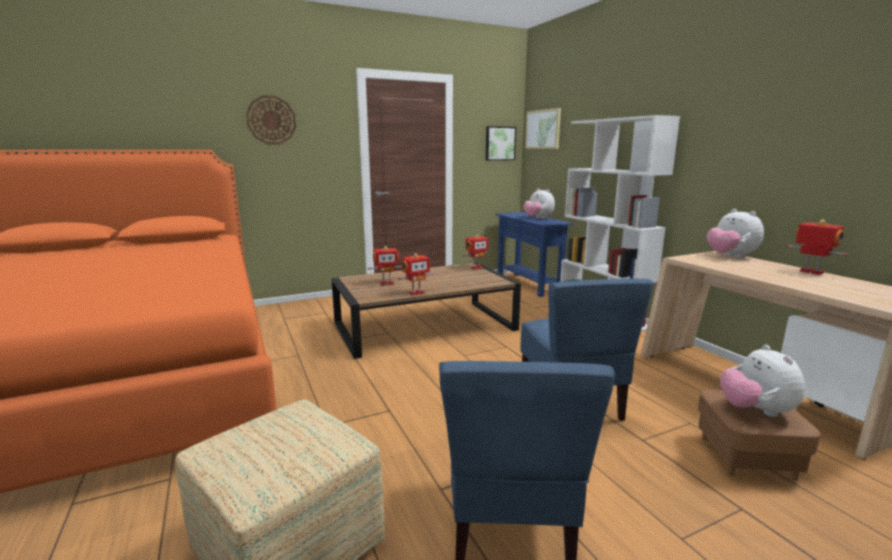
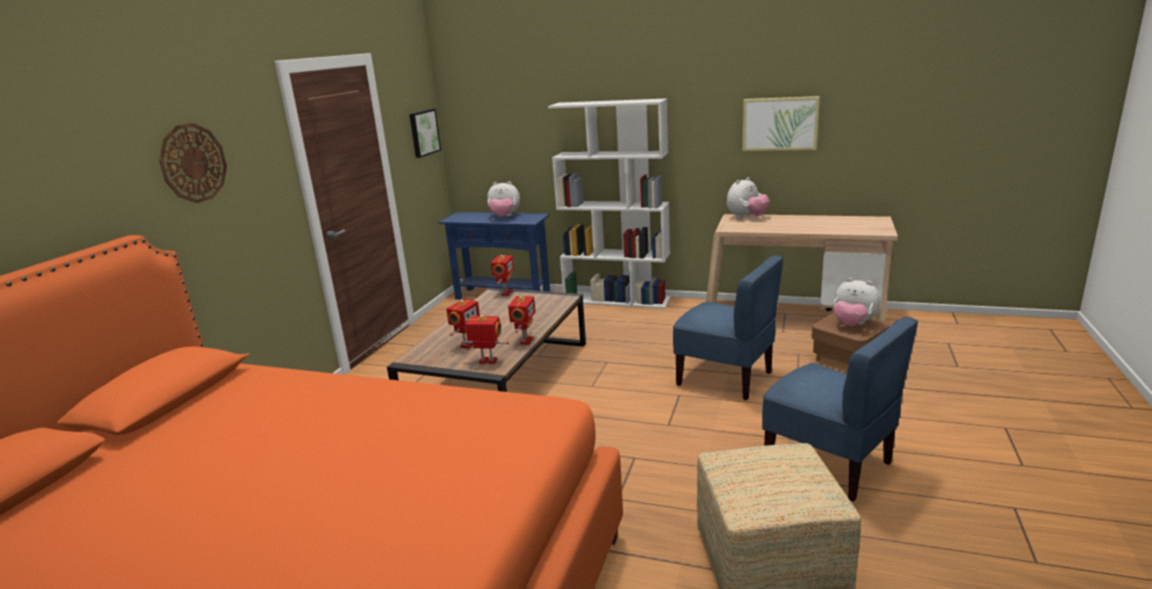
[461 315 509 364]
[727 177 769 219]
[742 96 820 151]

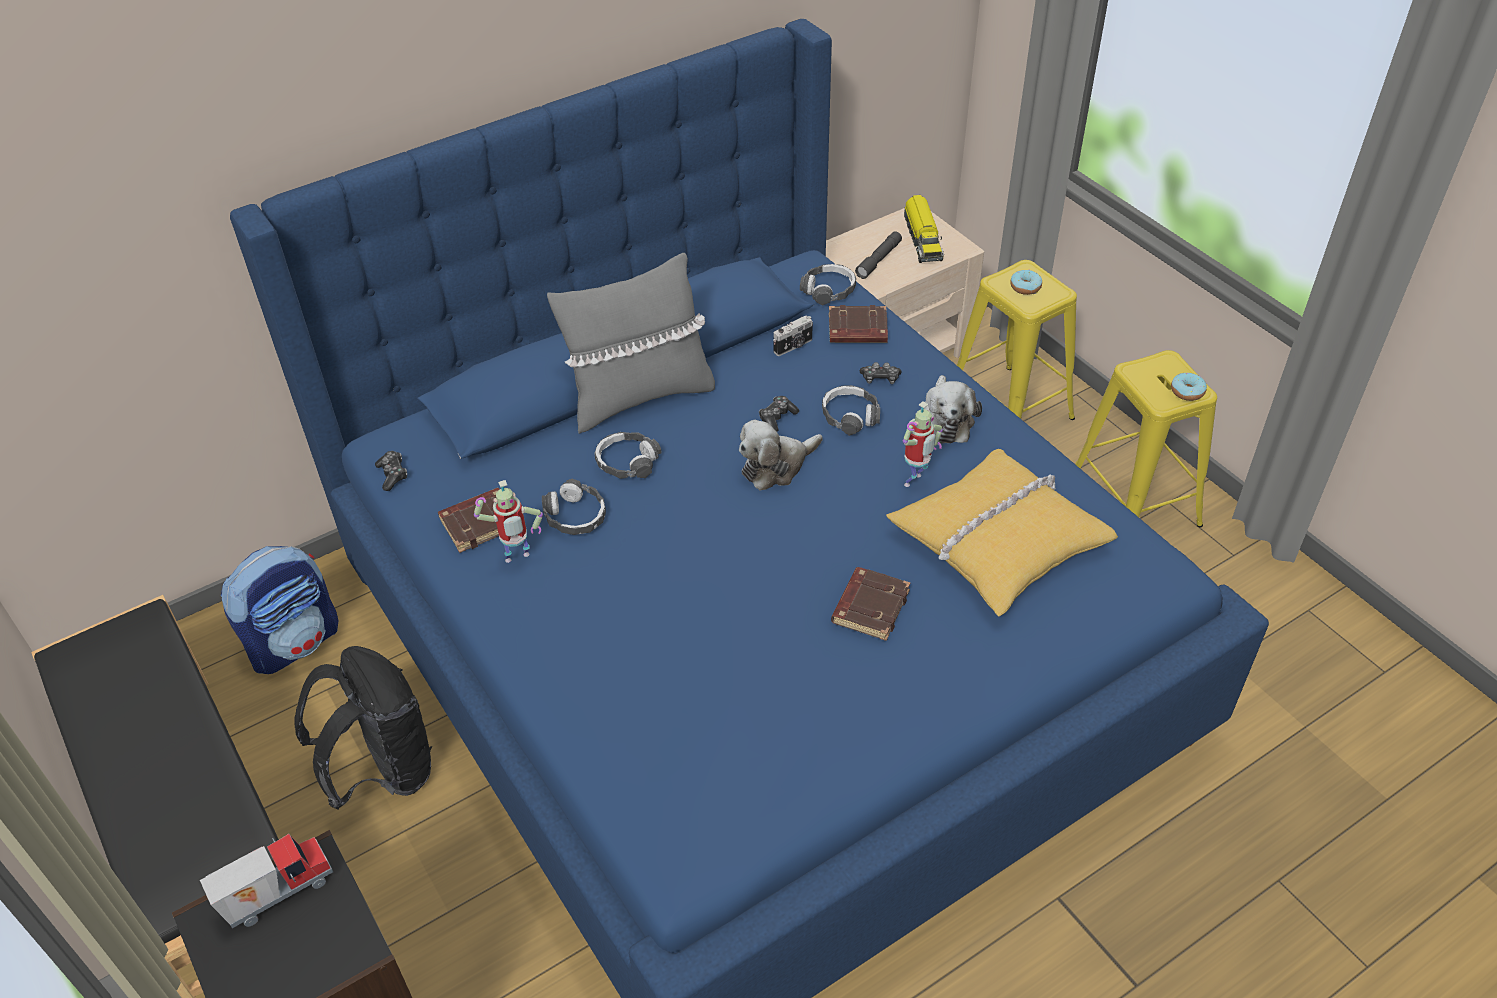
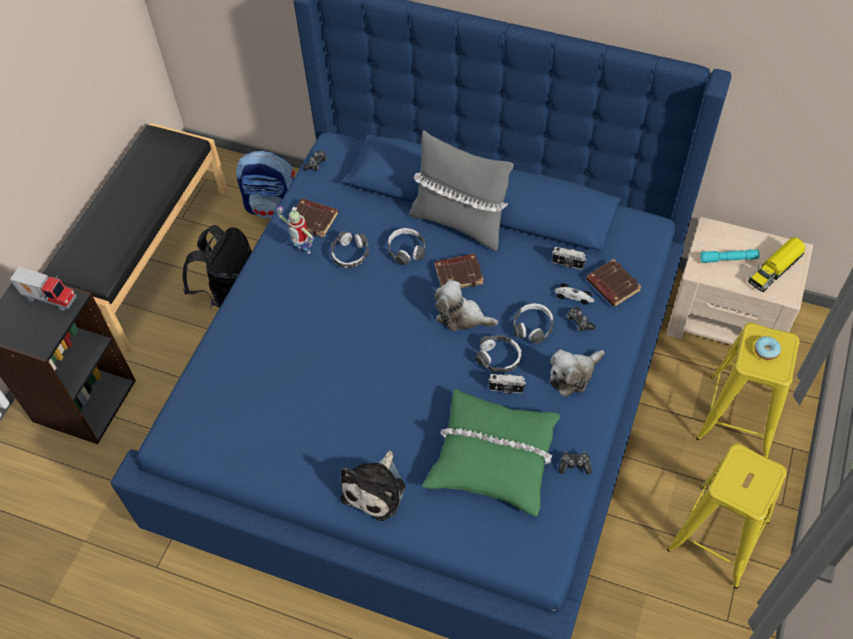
[340 451 405 521]
[422 389 560 517]
[435 254 484 288]
[475 335 522 373]
[488 374 526 394]
[555 283 595 305]
[558 452 592 474]
[700 249 760 263]
[1171 373 1207 401] (first image)

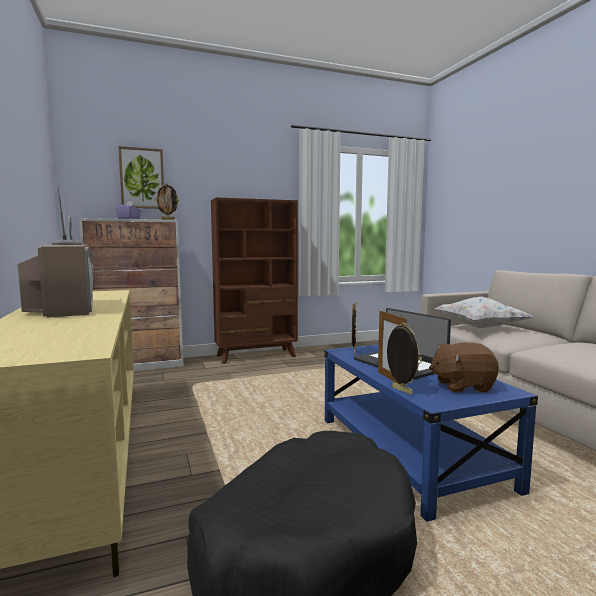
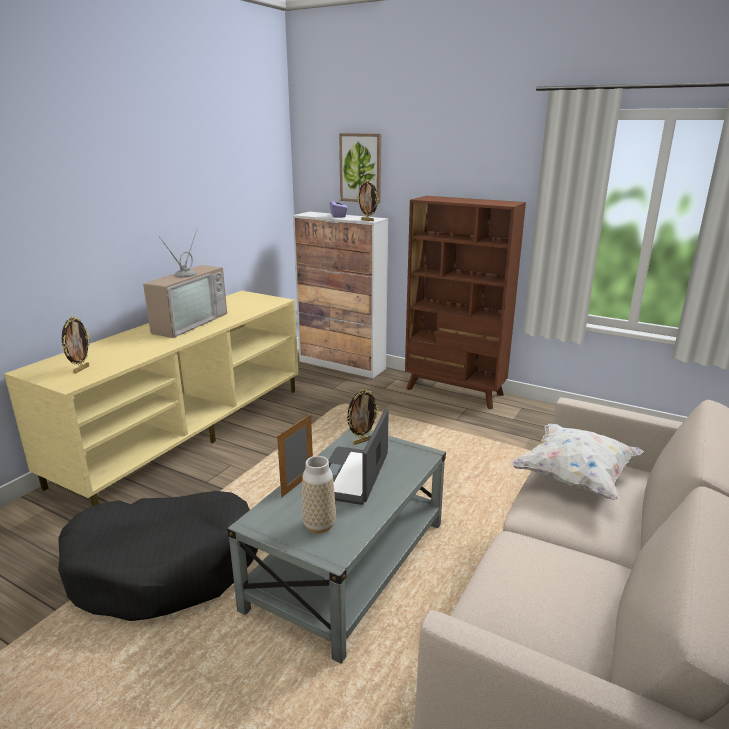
[62 316 90 374]
[227 429 446 664]
[302 456 336 533]

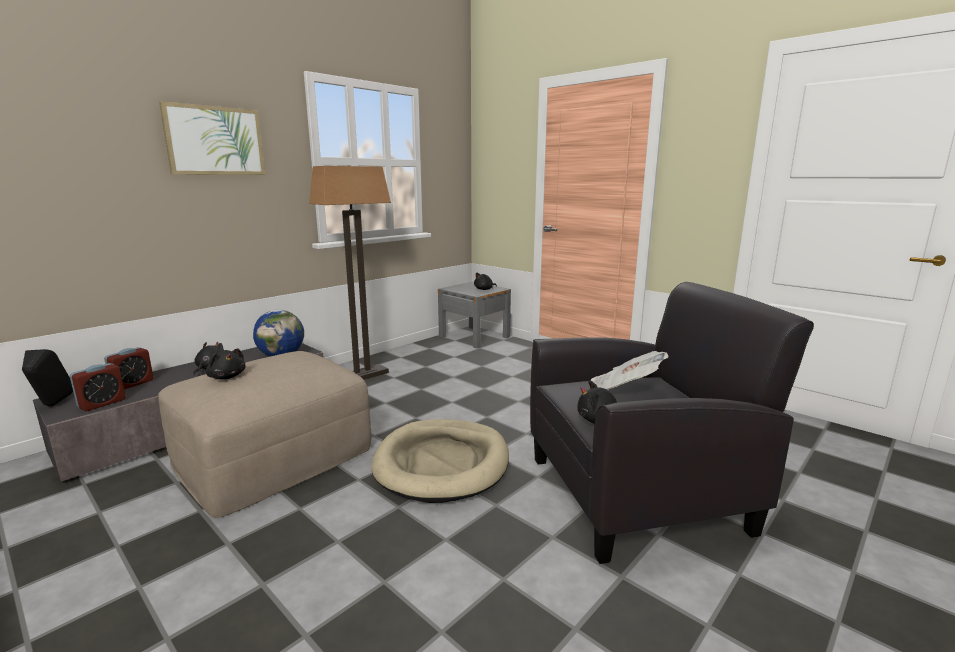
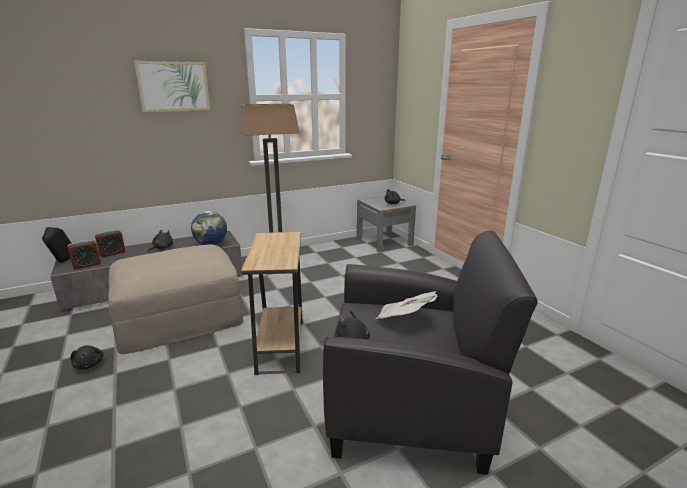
[70 345 103 370]
[241 232 303 375]

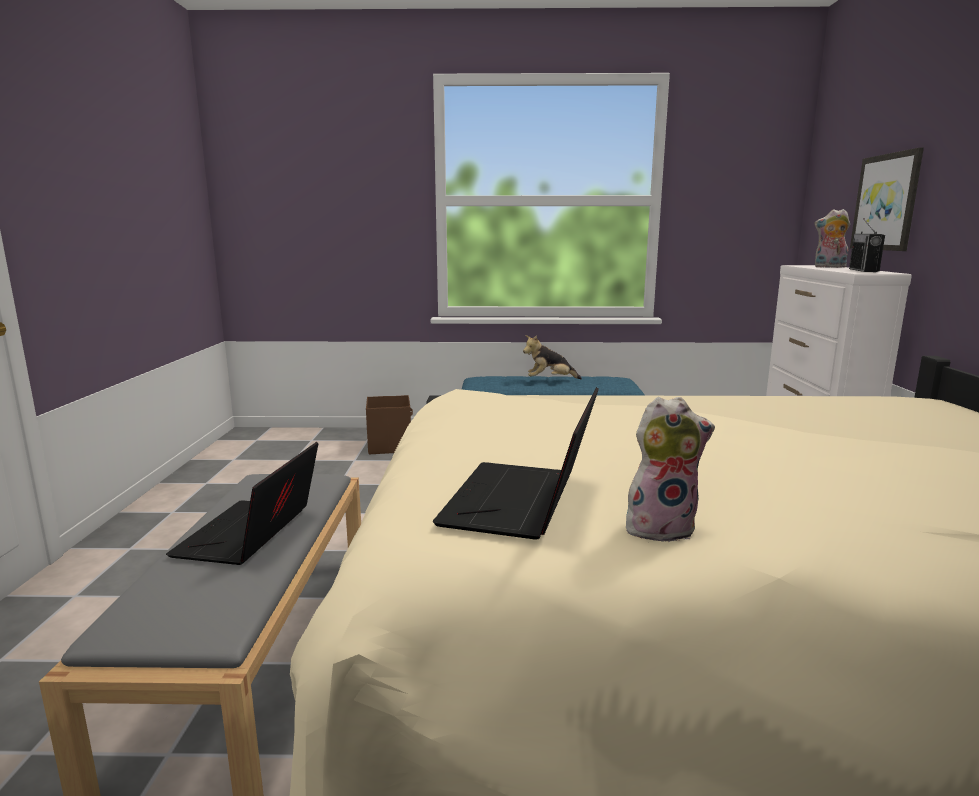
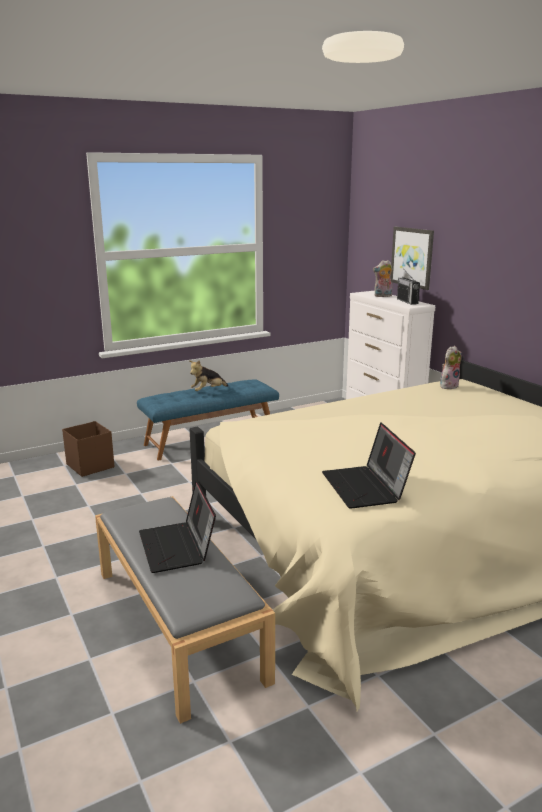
[440 346 462 389]

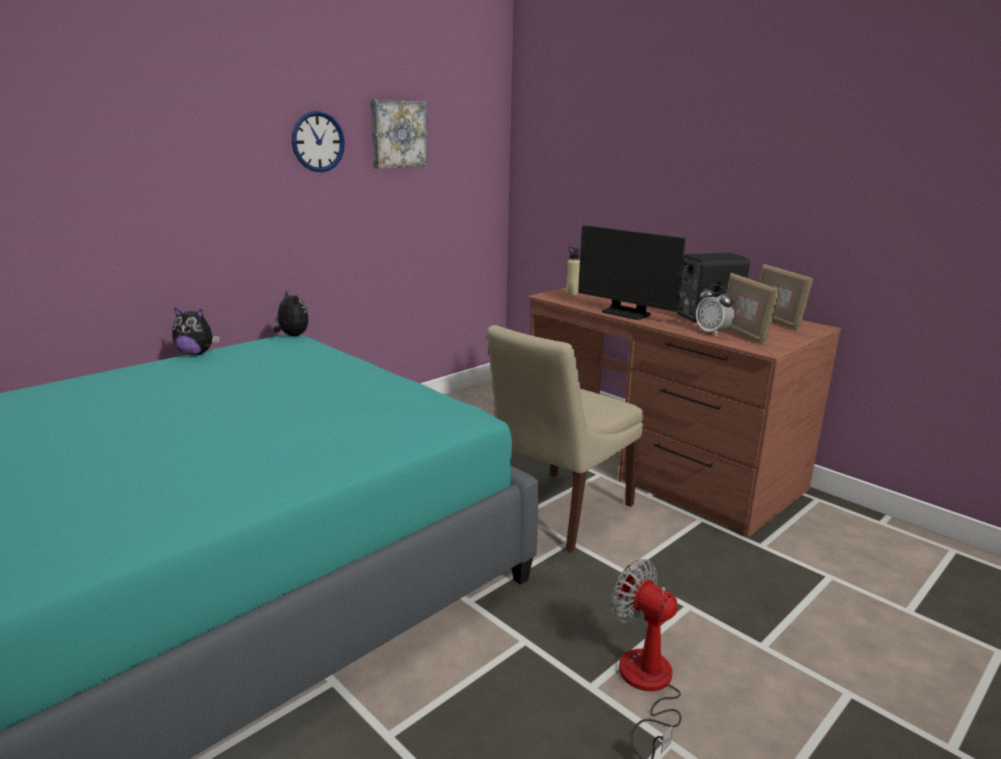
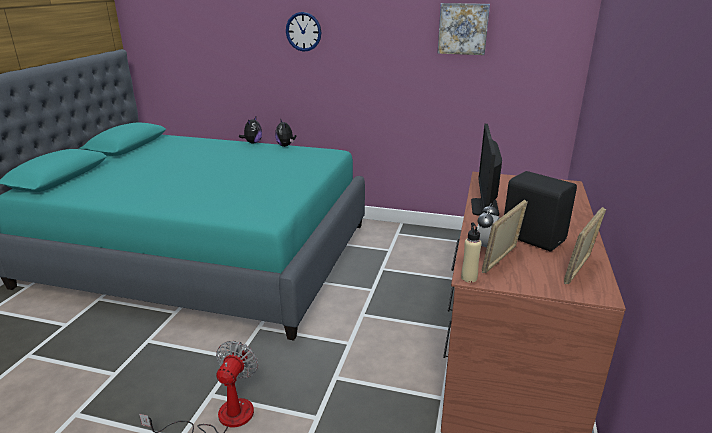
[239 117 262 144]
[286 12 321 52]
[461 222 482 283]
[487 325 643 552] (first image)

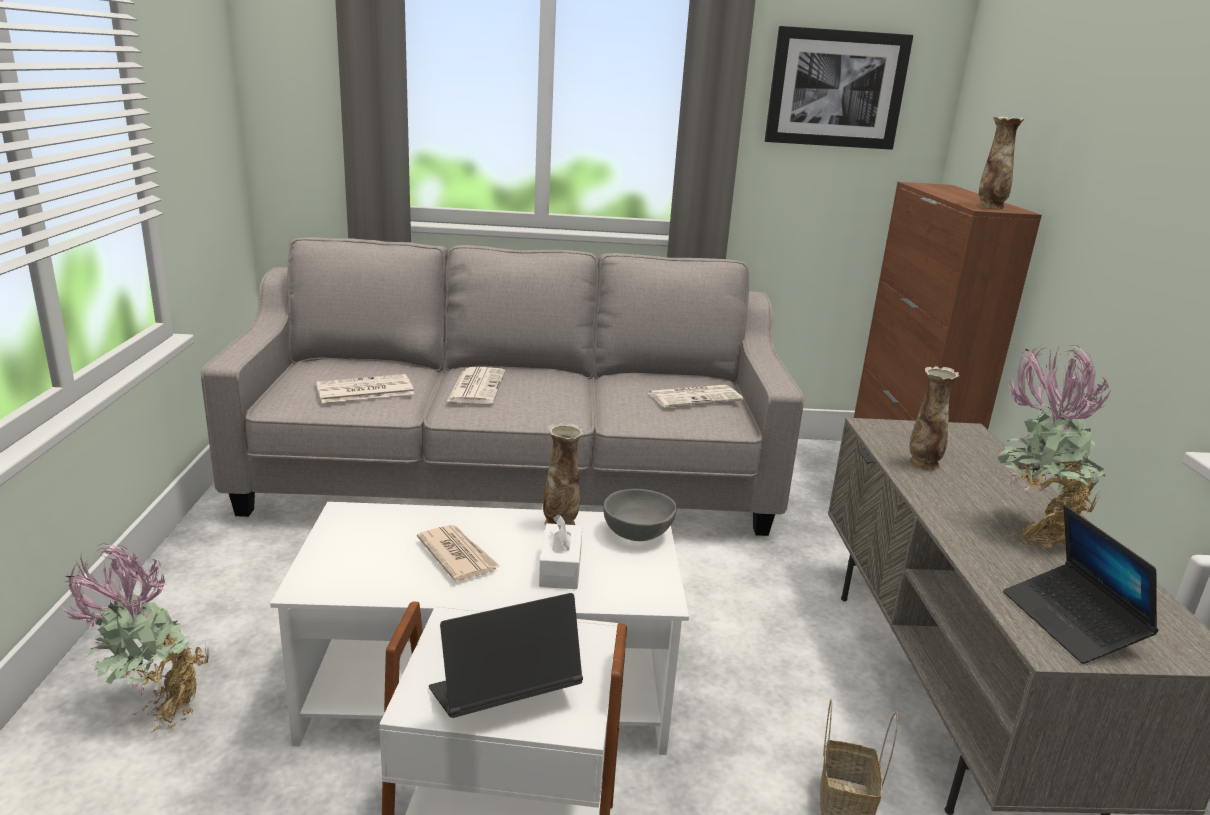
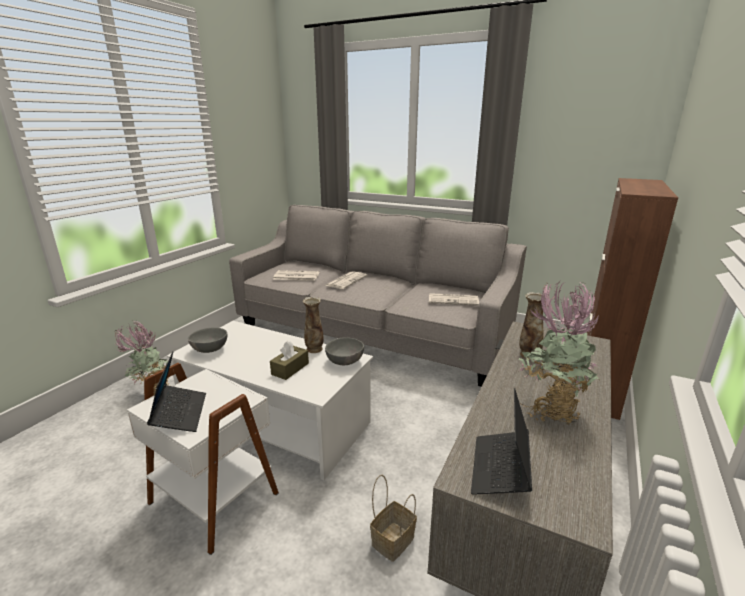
[147 351 206 432]
[188 328 227 353]
[270 341 309 380]
[417 525 501 581] (first image)
[765 26 913 150] (first image)
[978 117 1024 209] (first image)

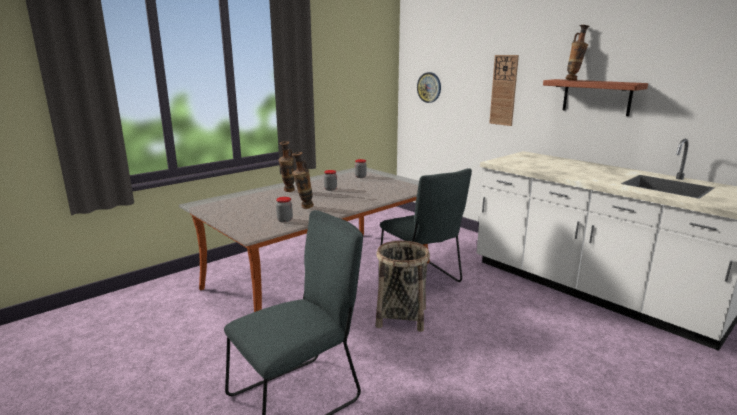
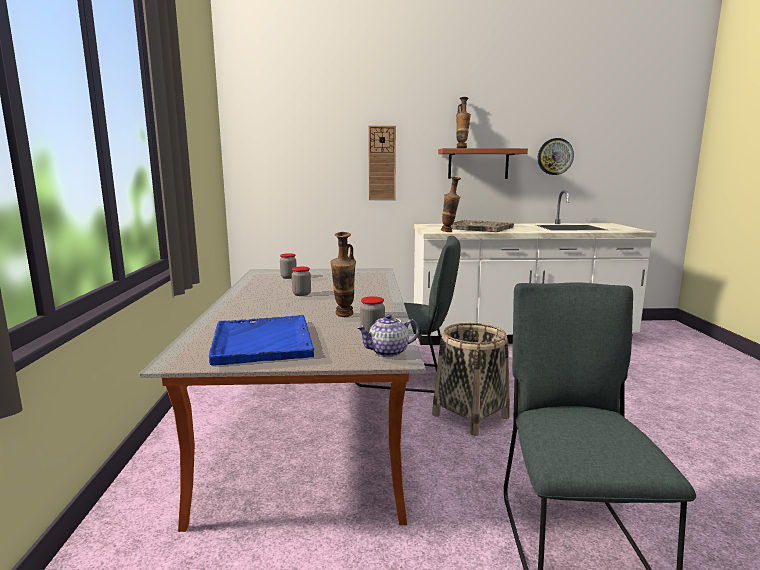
[209 315 314 366]
[356 314 419 357]
[441 177 461 232]
[443 220 514 232]
[538 138 574 175]

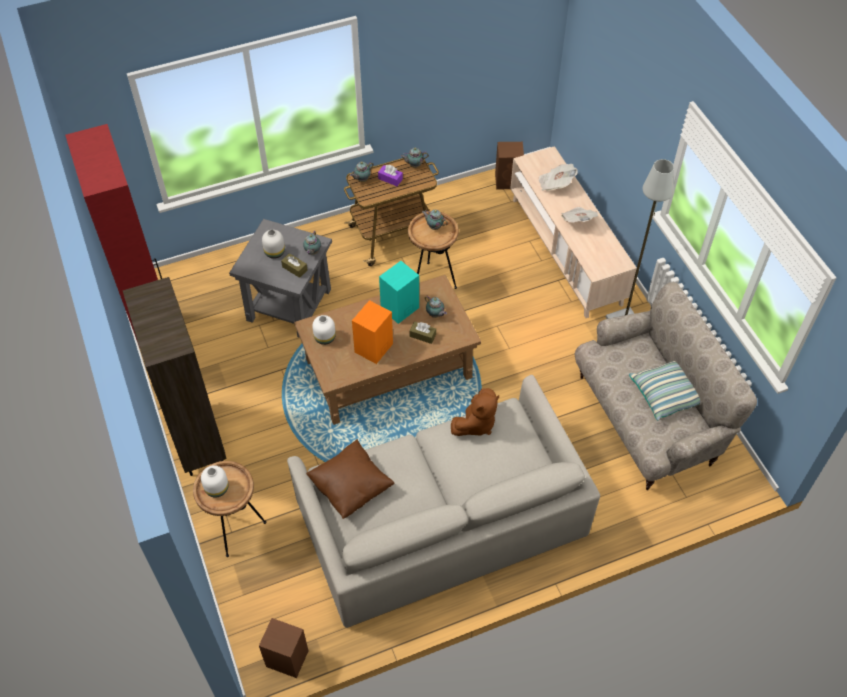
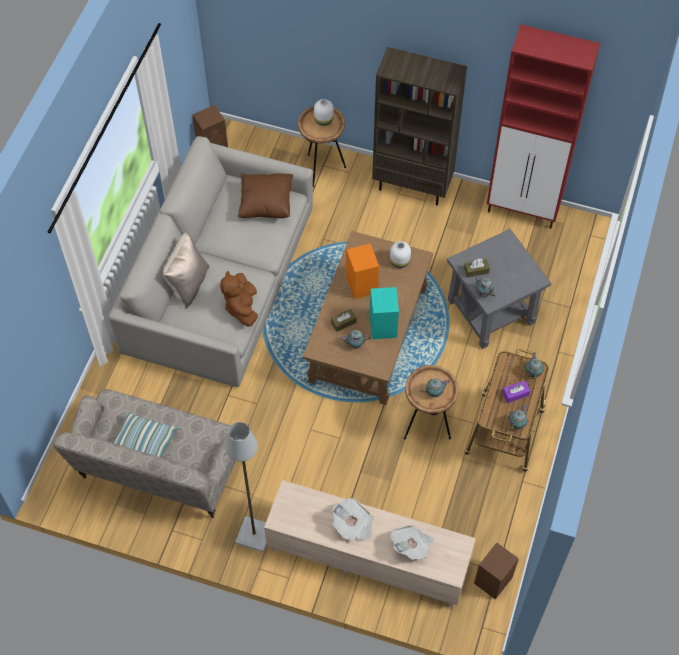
[163 232 210 309]
[262 230 285 259] (first image)

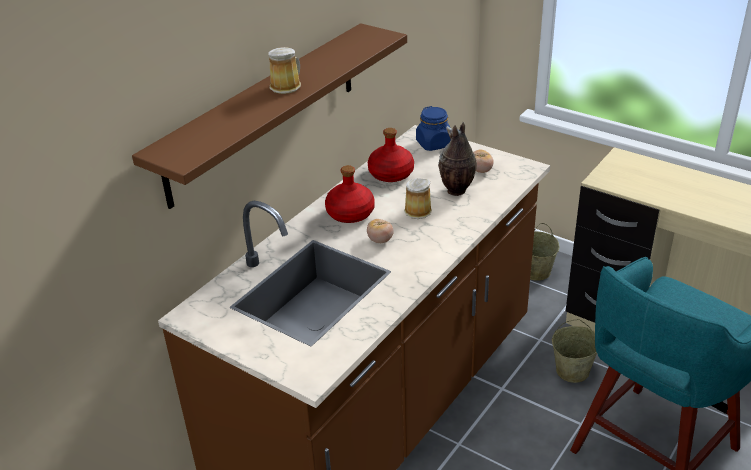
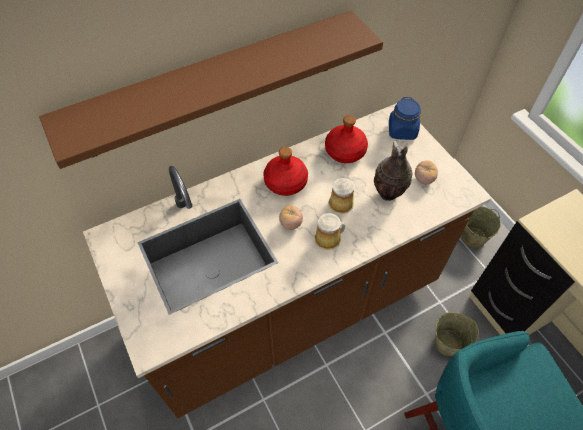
[314 213 345 250]

